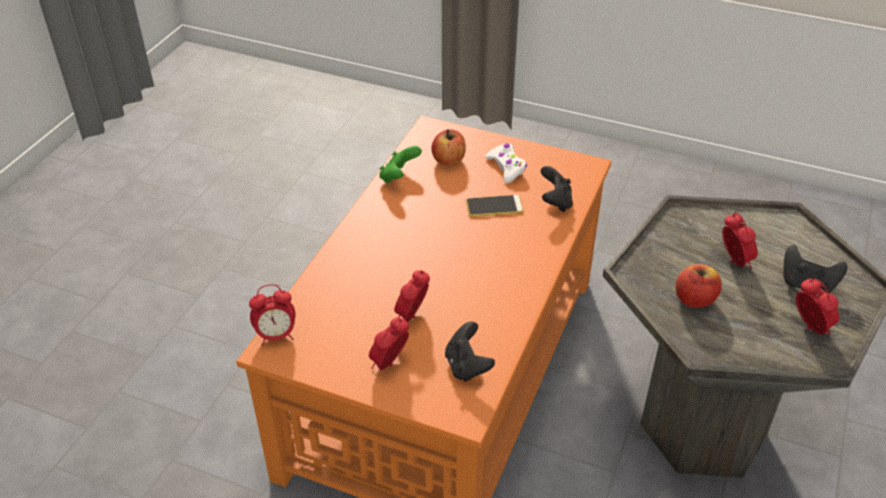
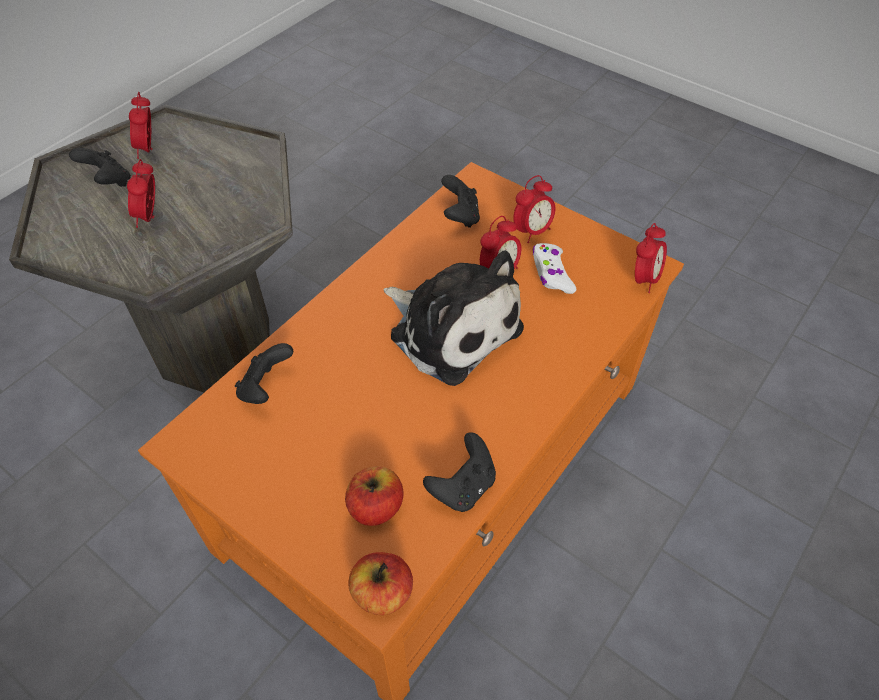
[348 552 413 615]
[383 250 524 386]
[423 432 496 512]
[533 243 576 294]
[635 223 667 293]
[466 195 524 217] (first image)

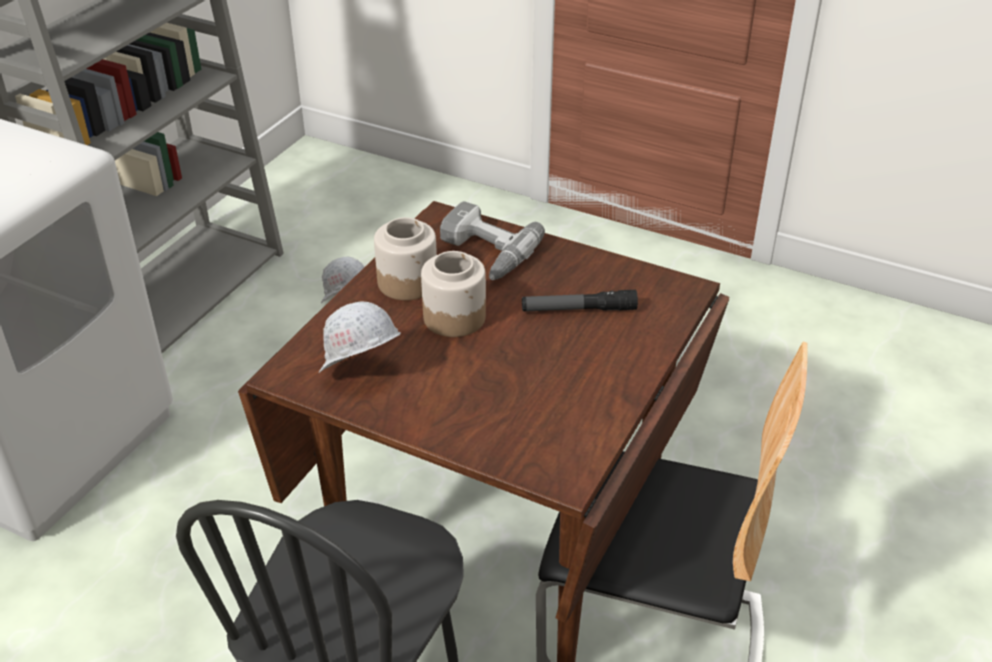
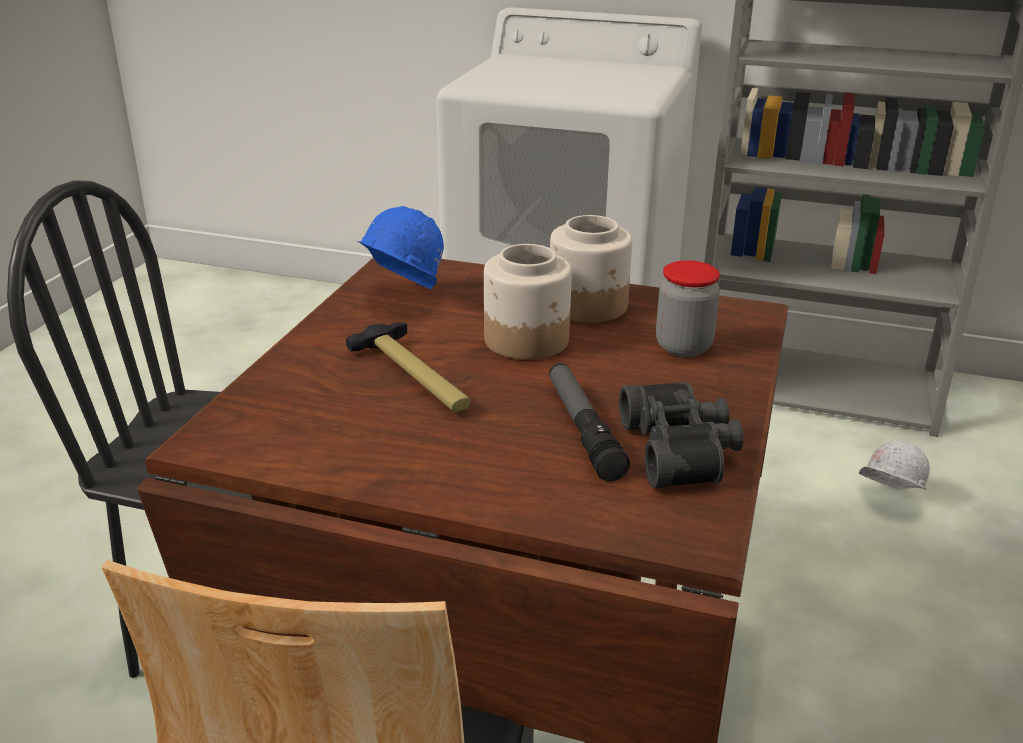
[346 323 471 412]
[358 206 444 289]
[619 382 744 488]
[656 260 720 357]

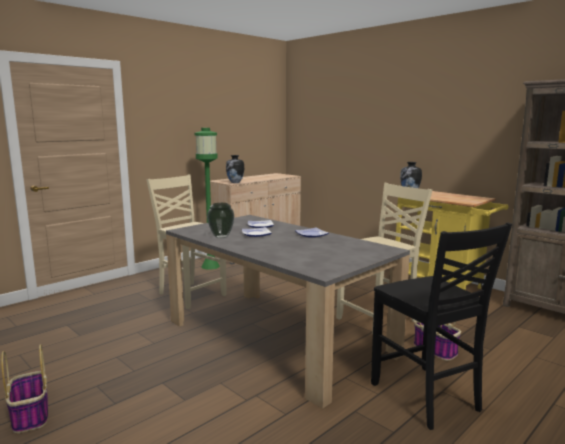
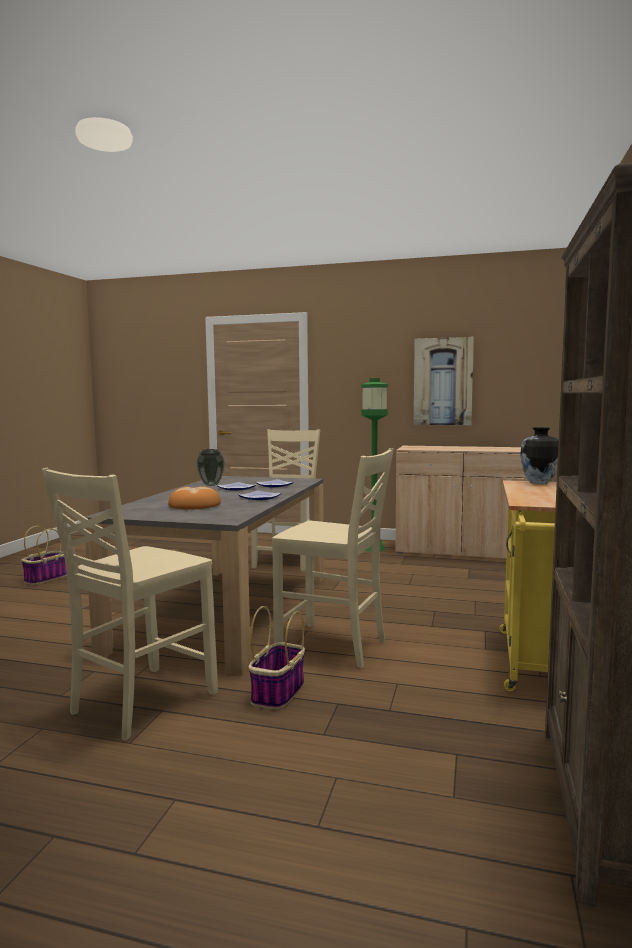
[41 468 218 741]
[168 486 221 509]
[414 337 474 425]
[226 155 244 183] (first image)

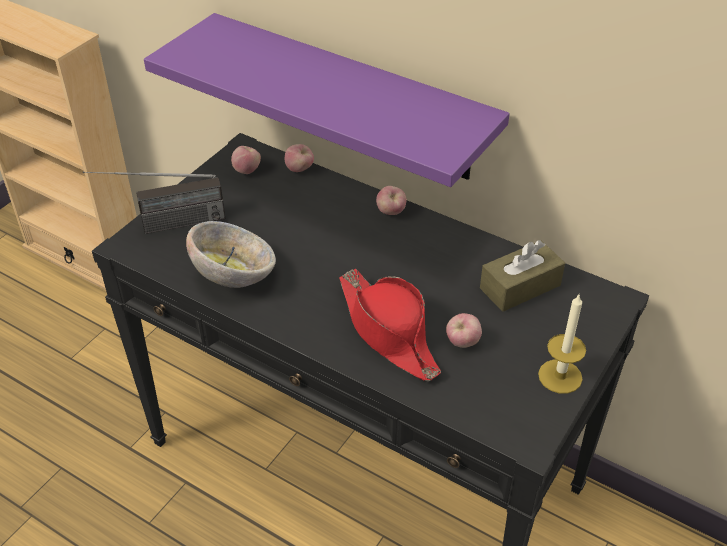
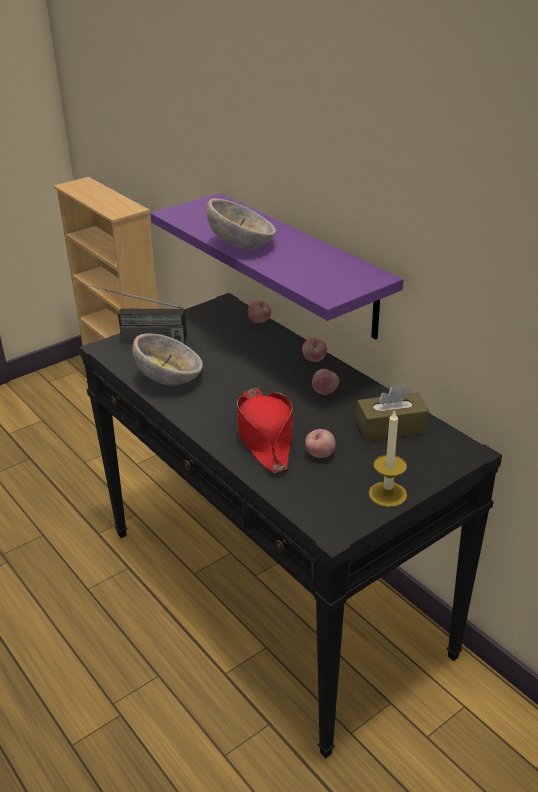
[206 198 276 249]
[312 369 340 395]

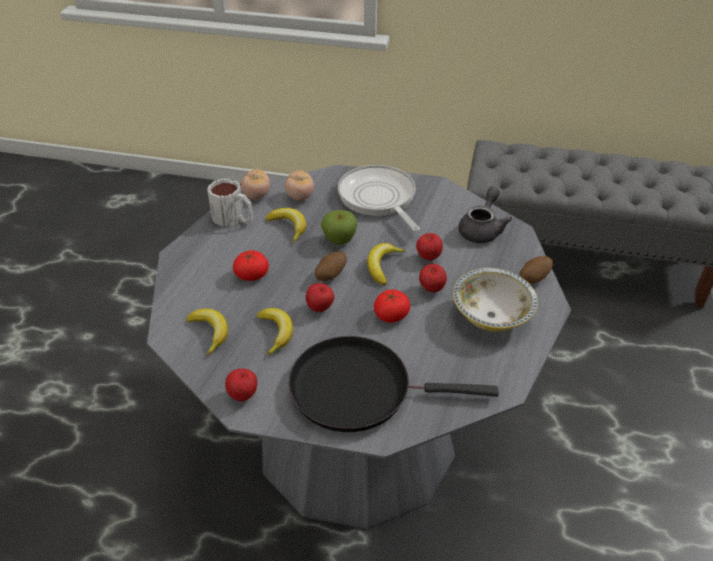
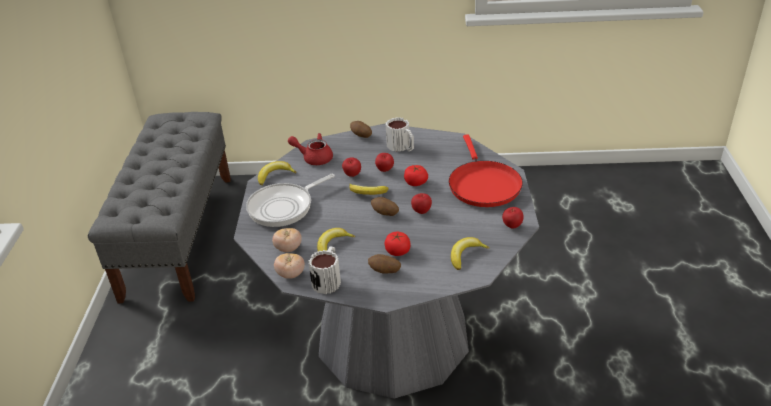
[258 161 297 185]
[288 133 333 165]
[368 254 401 274]
[386 118 414 152]
[449 134 523 207]
[321 210 358 245] (first image)

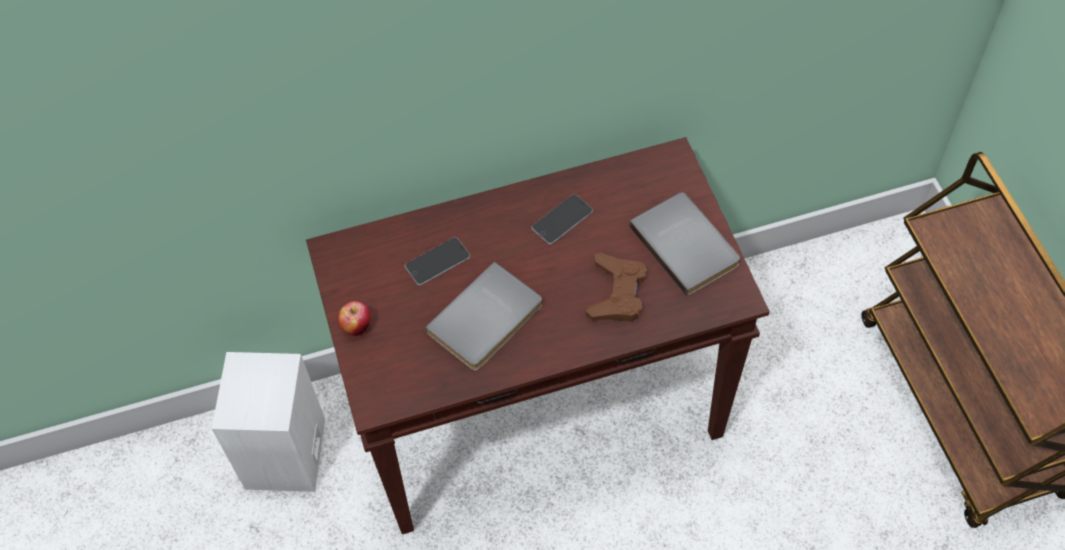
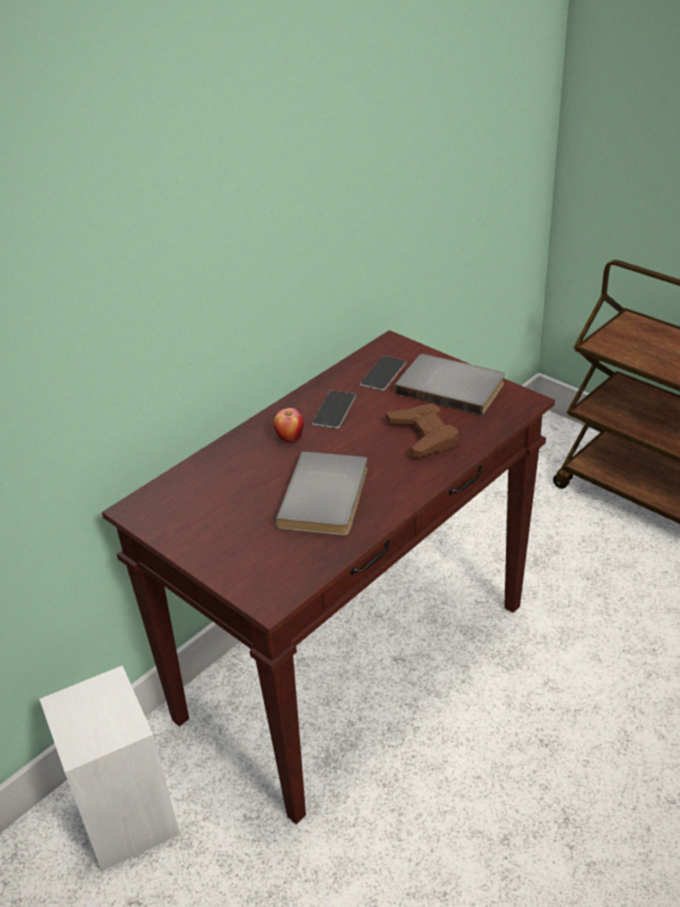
[274 408 304 442]
[360 356 406 391]

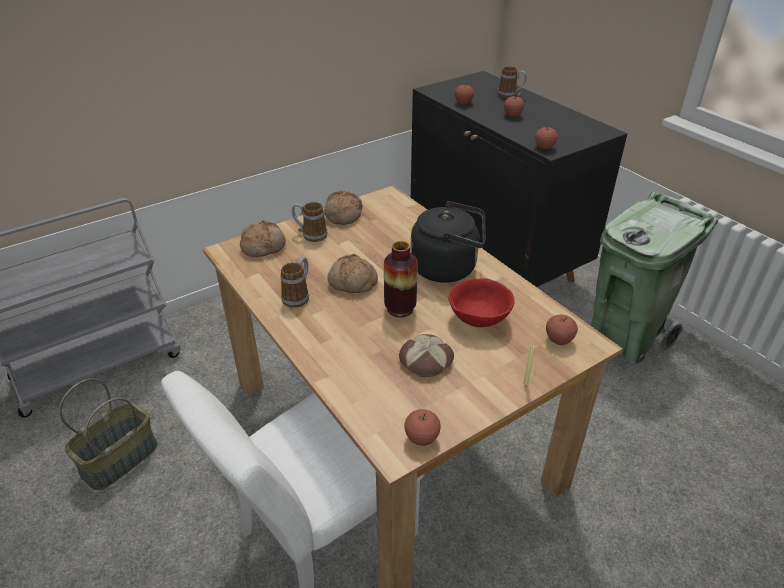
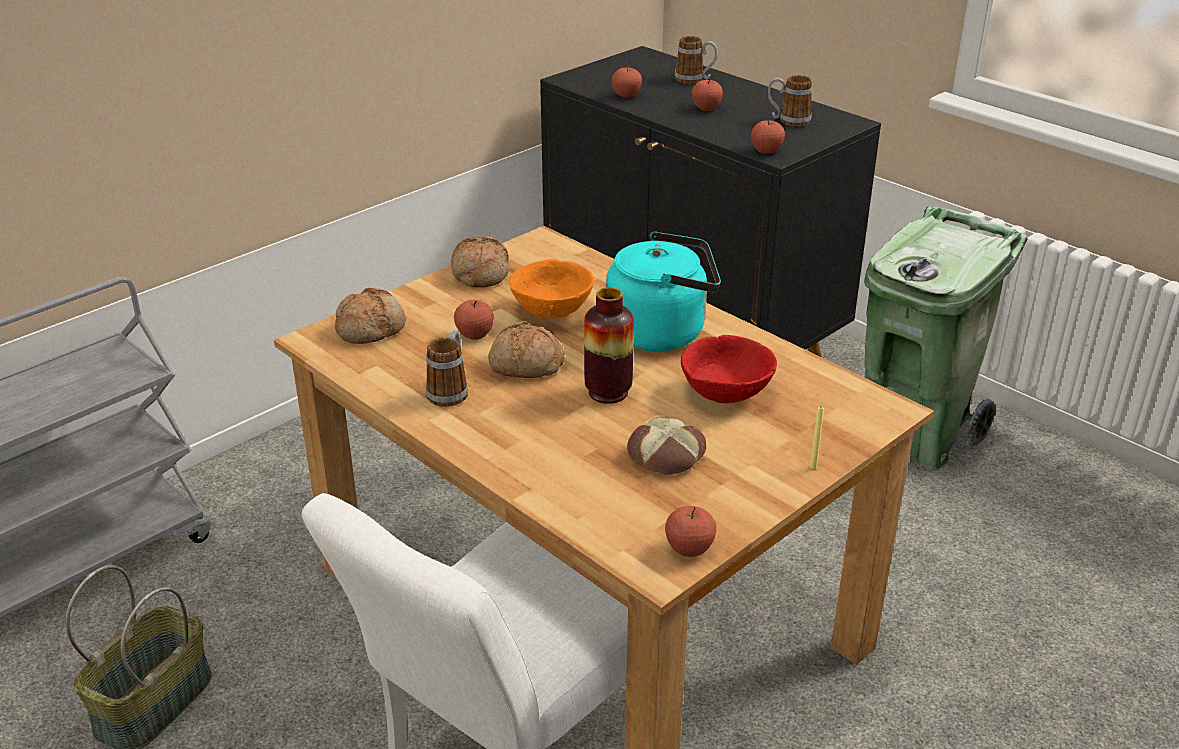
[454 300 494 340]
[510 259 594 319]
[606 232 721 351]
[768 75 812 127]

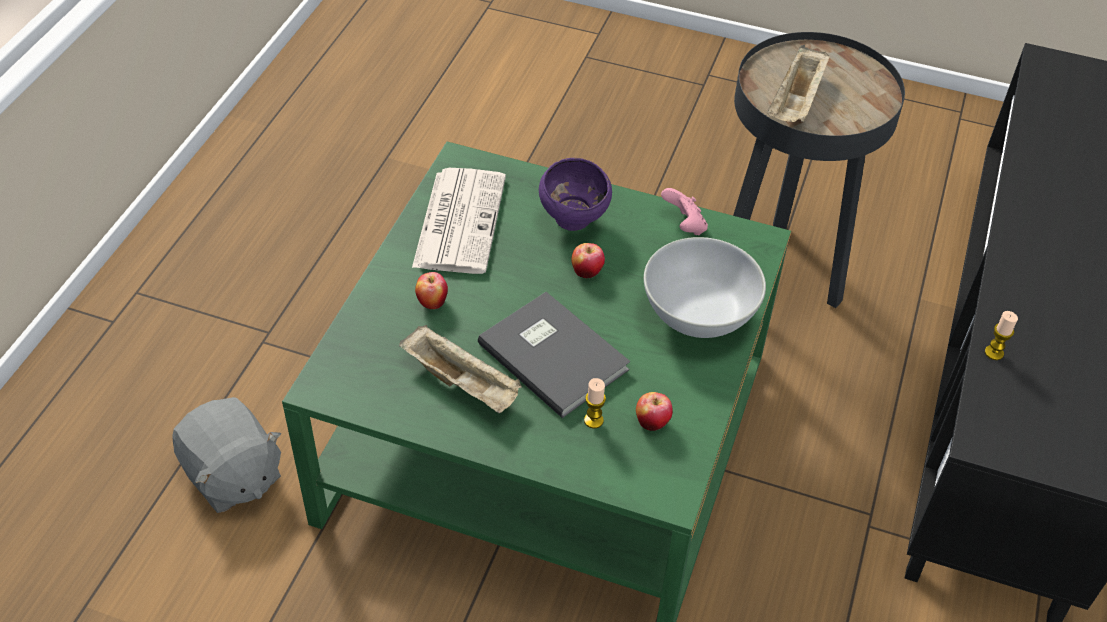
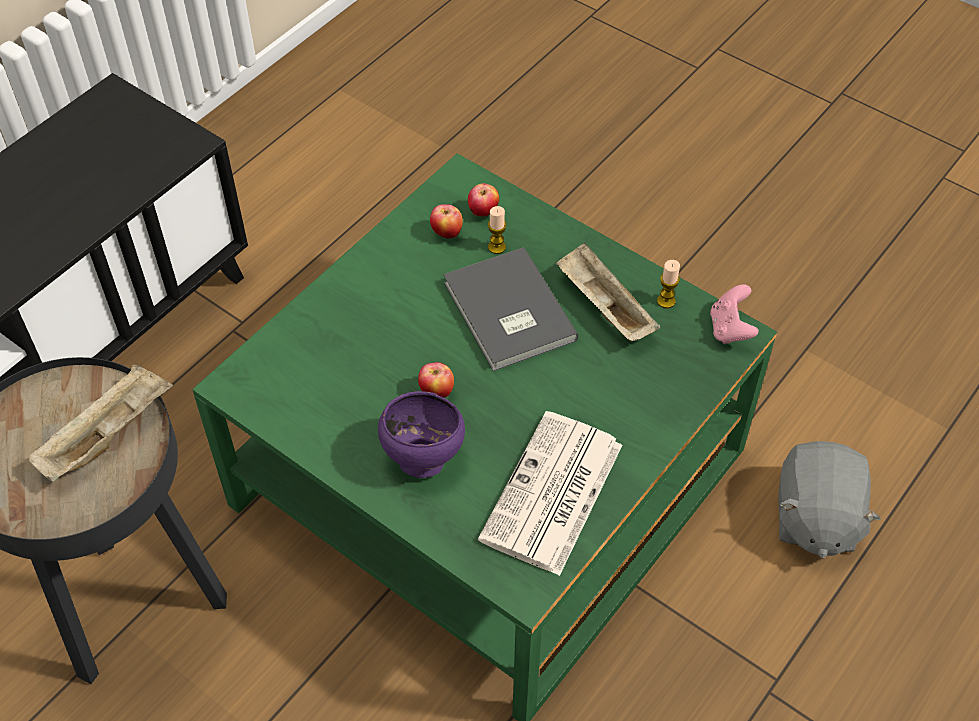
[468 183 499 217]
[657 260 680 308]
[710 284 759 344]
[779 441 881 558]
[644 237 766 338] (first image)

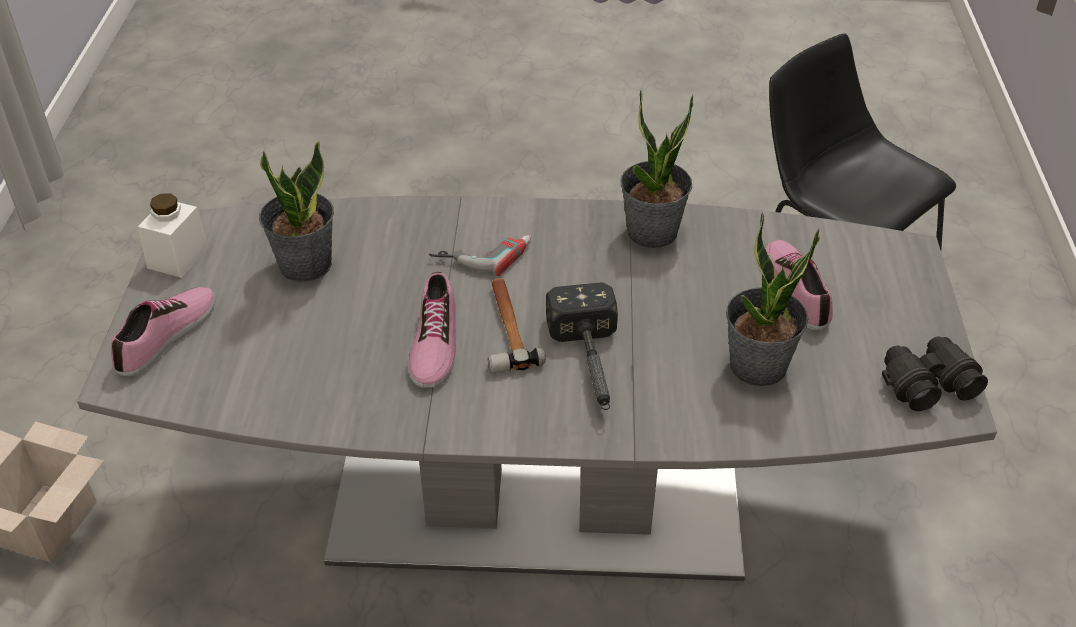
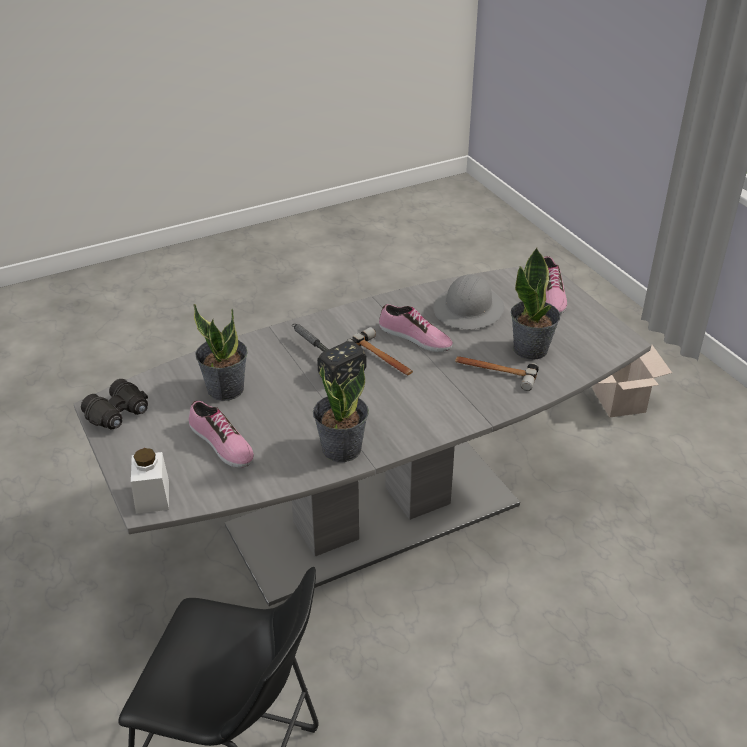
[131 448 169 514]
[379 304 453 352]
[433 274 504 329]
[455 356 539 391]
[429 235 531 276] (first image)

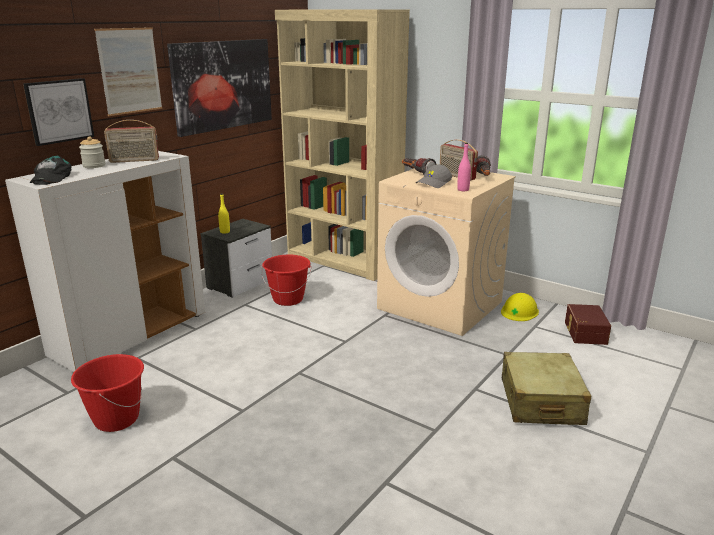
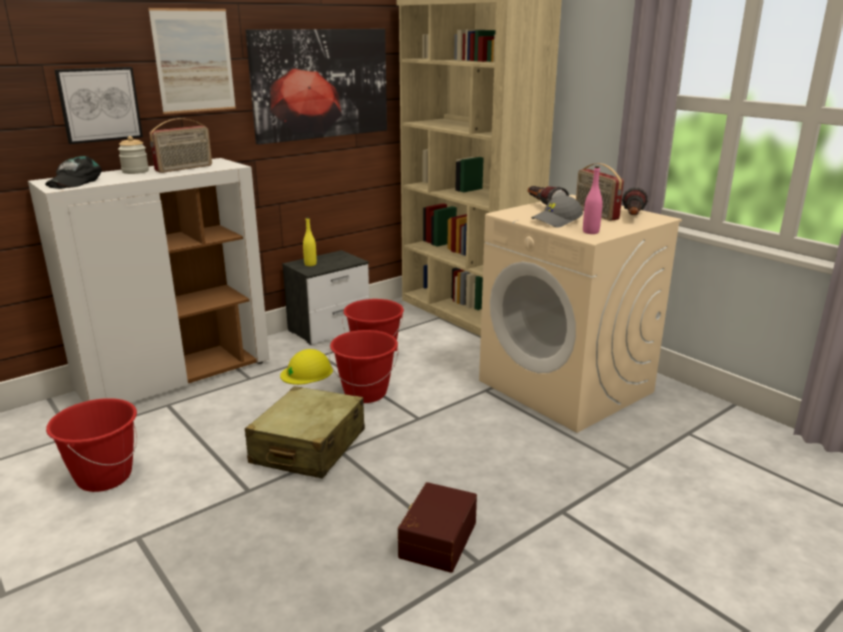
[149 118 212 173]
[245 386 365 478]
[280 349 333 385]
[329 330 399 403]
[398 482 477 573]

